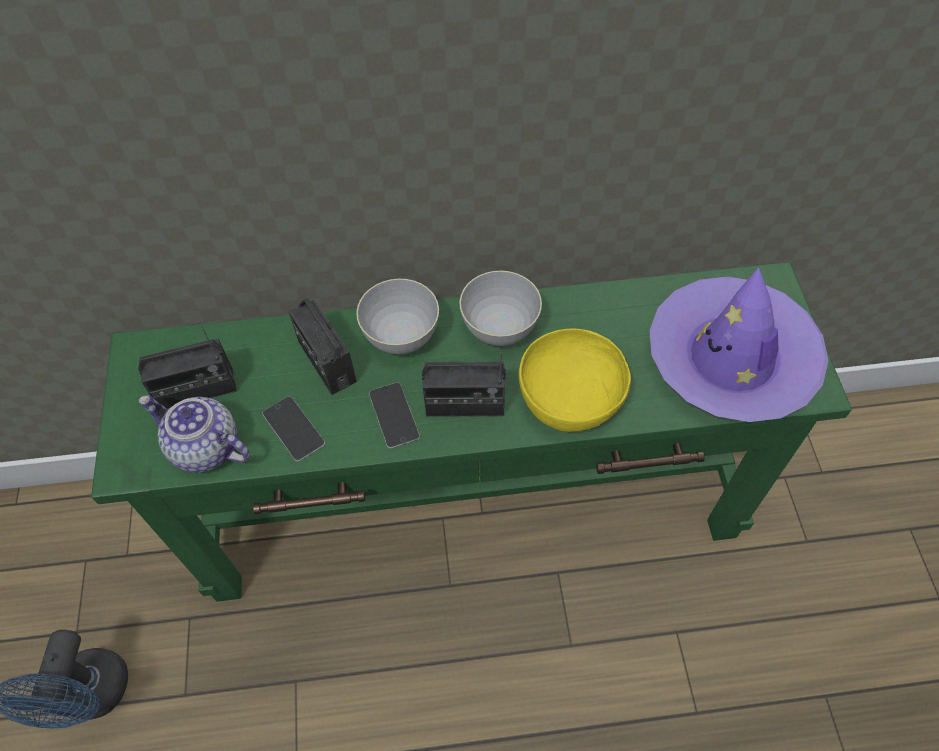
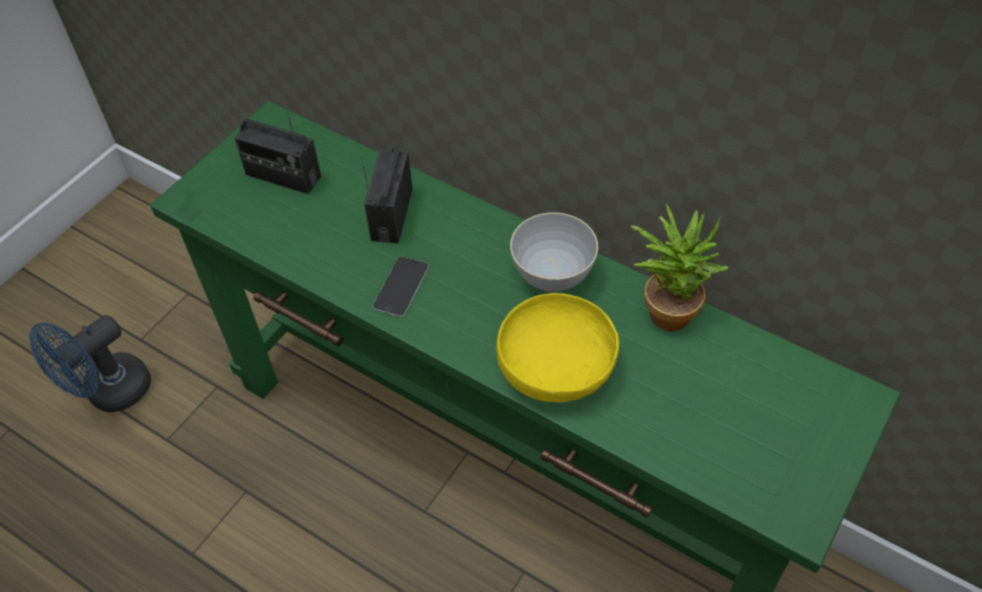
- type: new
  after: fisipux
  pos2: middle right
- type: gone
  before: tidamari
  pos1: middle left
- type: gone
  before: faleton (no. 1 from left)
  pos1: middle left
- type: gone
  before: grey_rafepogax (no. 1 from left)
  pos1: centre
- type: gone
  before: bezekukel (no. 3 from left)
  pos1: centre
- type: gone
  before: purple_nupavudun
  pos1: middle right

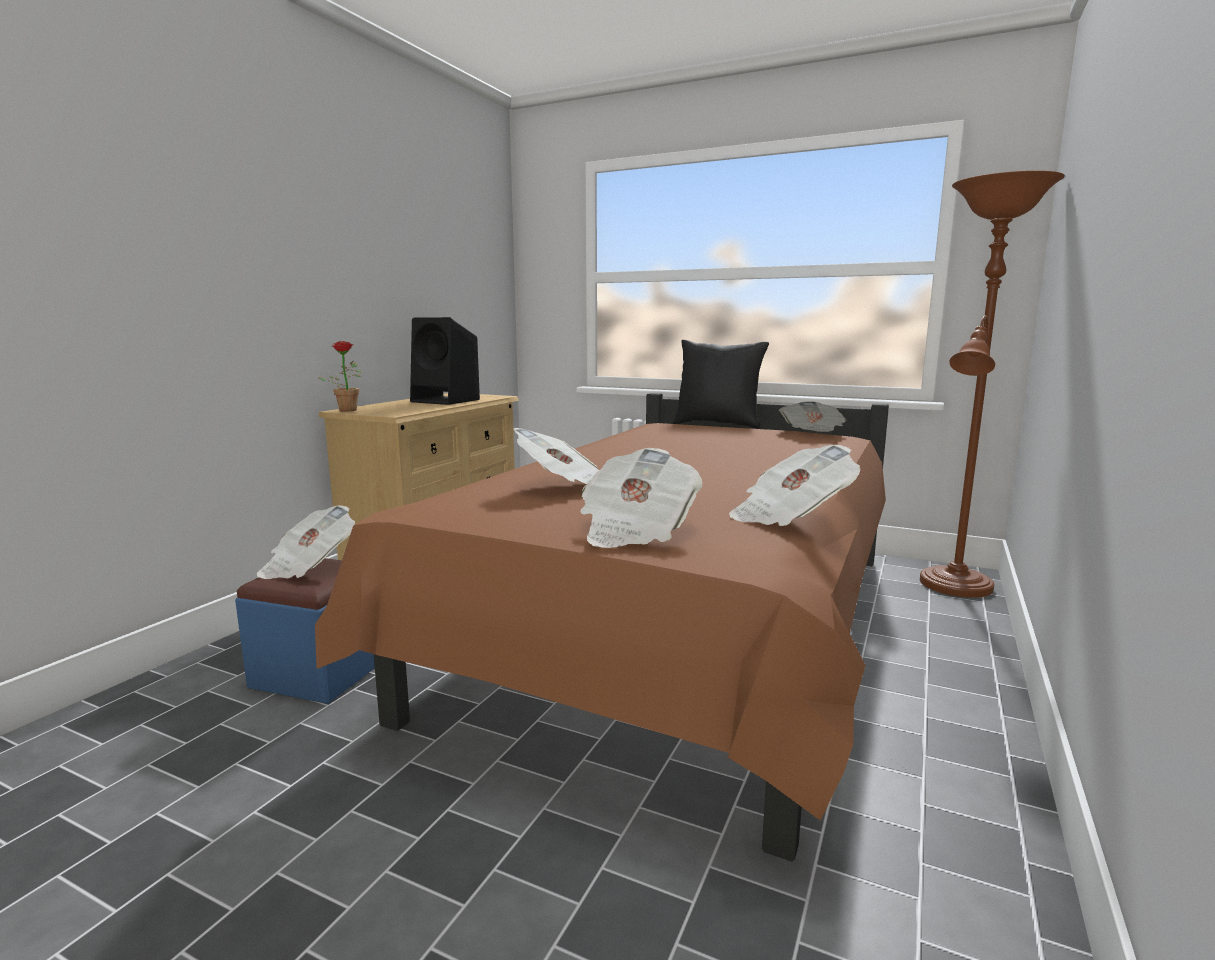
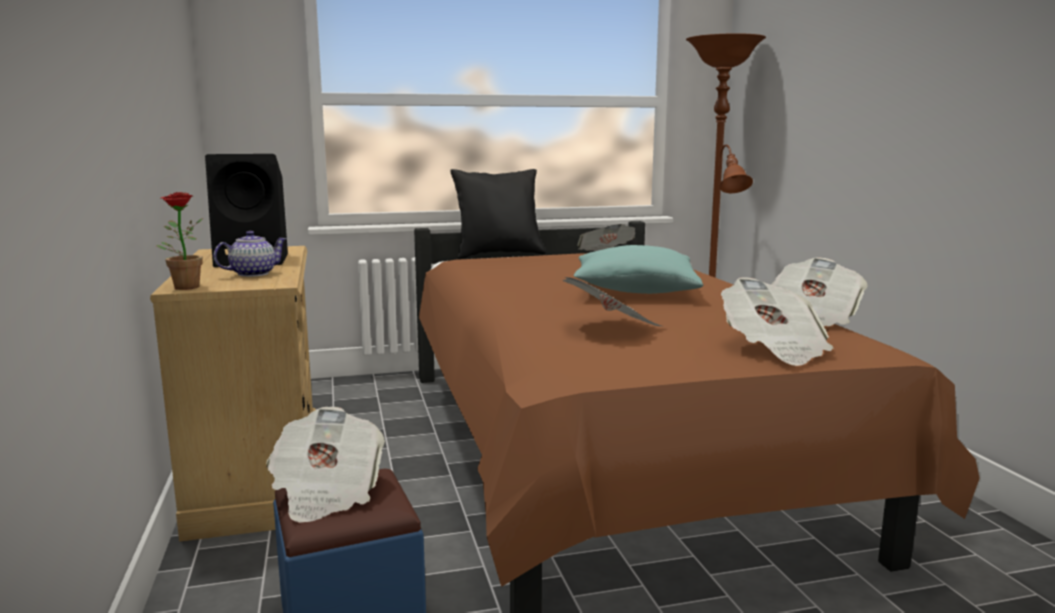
- type: new
  after: tidamari
  pos2: middle left
- type: new
  after: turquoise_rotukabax
  pos2: centre

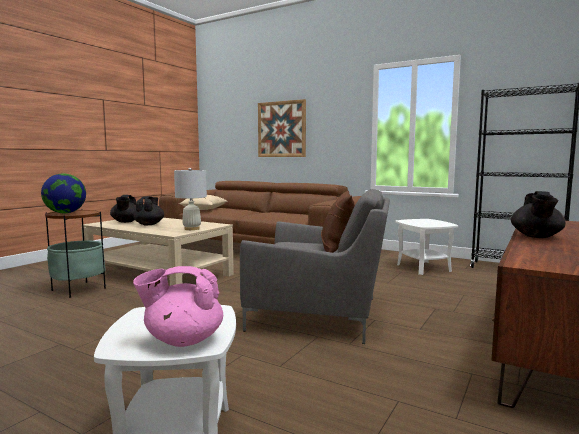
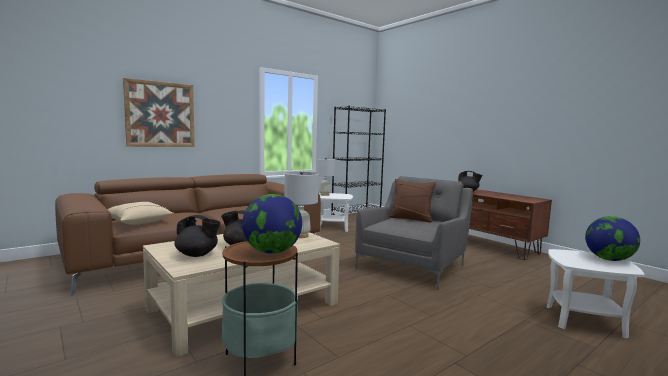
- type: new
  after: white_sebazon (no. 2 from left)
  pos2: centre
- type: swapped
  before: pink_tidamari
  after: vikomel (no. 2 from left)
  pos1: bottom left
  pos2: middle right

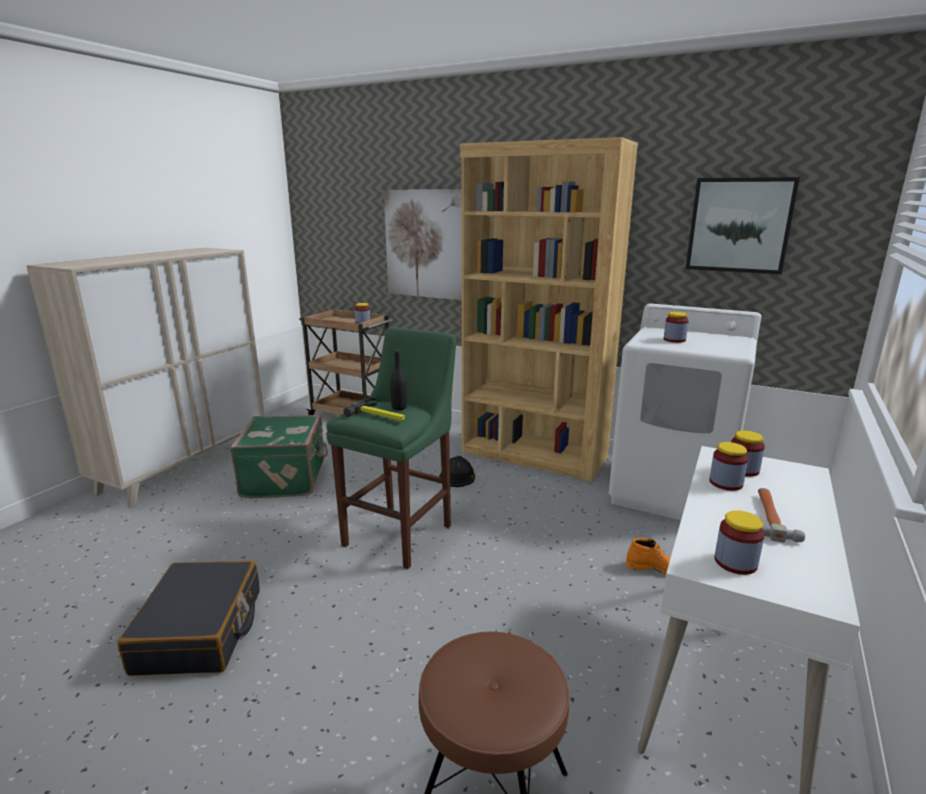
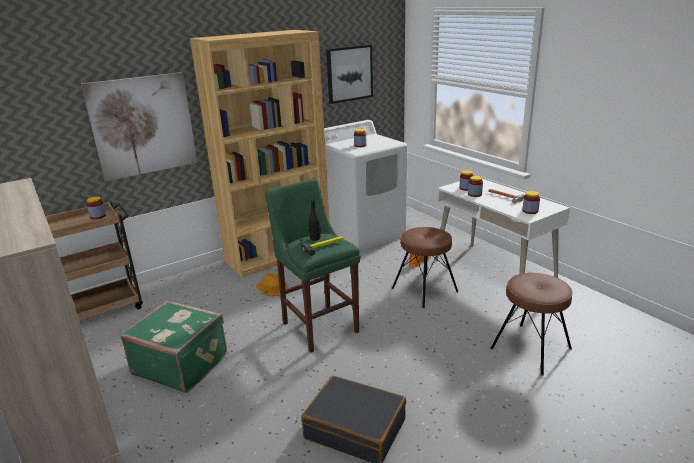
- type: repainted
  before: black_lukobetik
  after: orange_lukobetik
  pos1: centre
  pos2: centre
- type: new
  after: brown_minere (no. 1 from left)
  pos2: centre

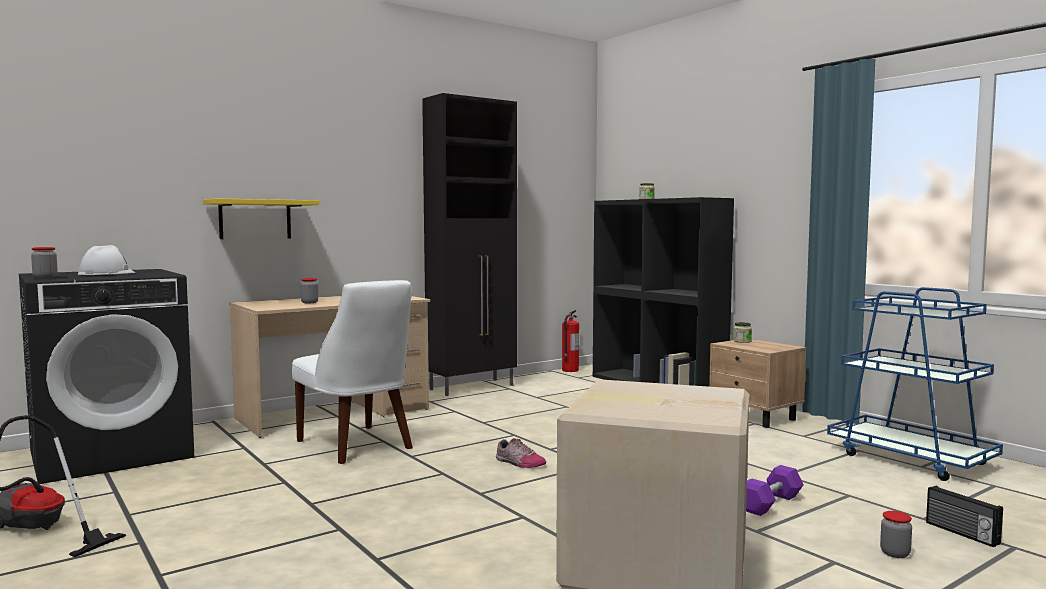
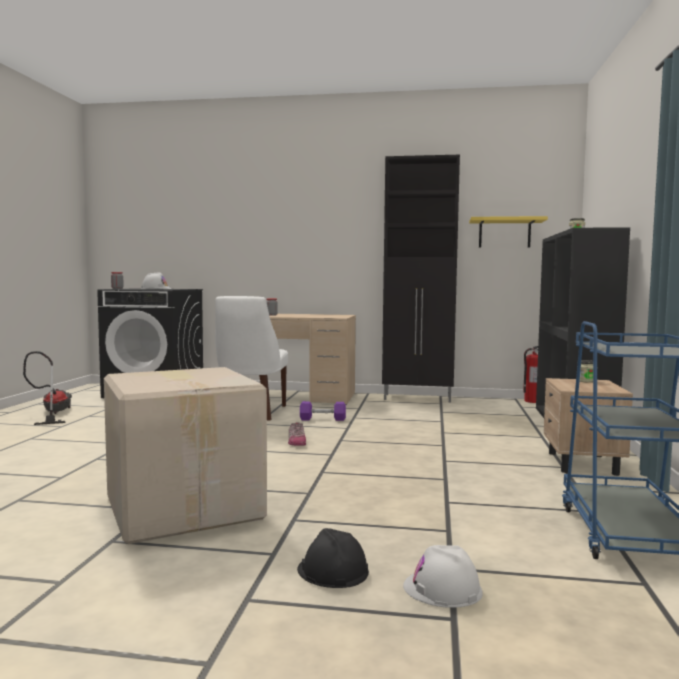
- type: swapped
  before: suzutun (no. 5 from left)
  after: black_lukobetik
  pos1: bottom right
  pos2: bottom centre
- type: shifted
  before: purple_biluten
  pos1: bottom right
  pos2: centre
- type: swapped
  before: bezekukel
  after: white_lukobetik (no. 2 from left)
  pos1: bottom right
  pos2: bottom centre
- type: shifted
  before: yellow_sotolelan
  pos1: middle left
  pos2: middle right

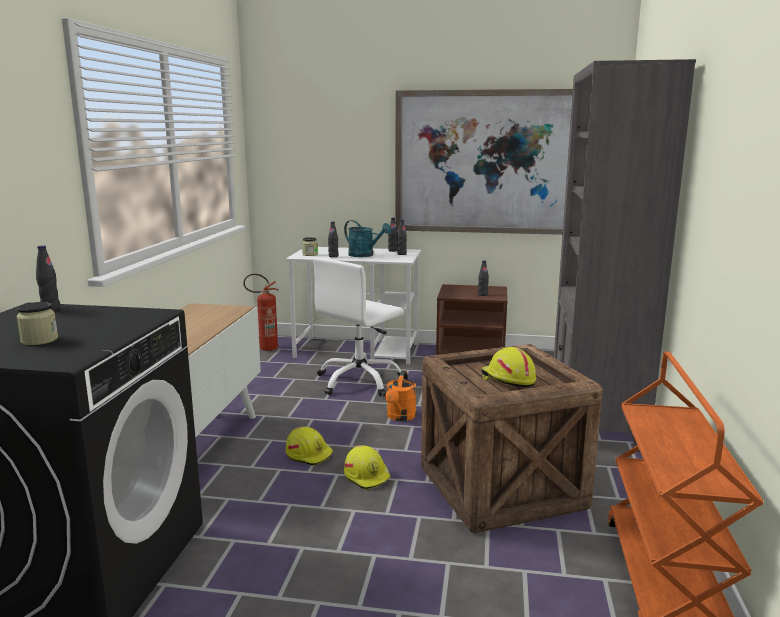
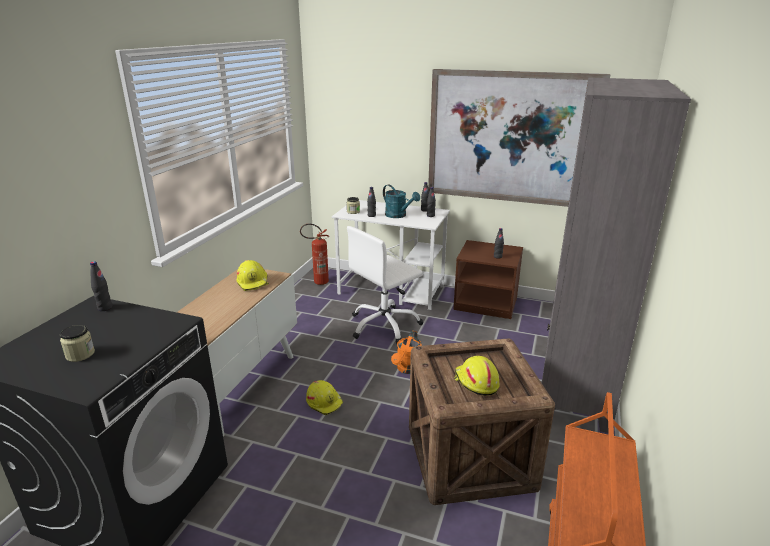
- type: shifted
  before: yellow_lukobetik (no. 2 from left in the first image)
  after: yellow_lukobetik (no. 1 from left)
  pos1: bottom centre
  pos2: middle left

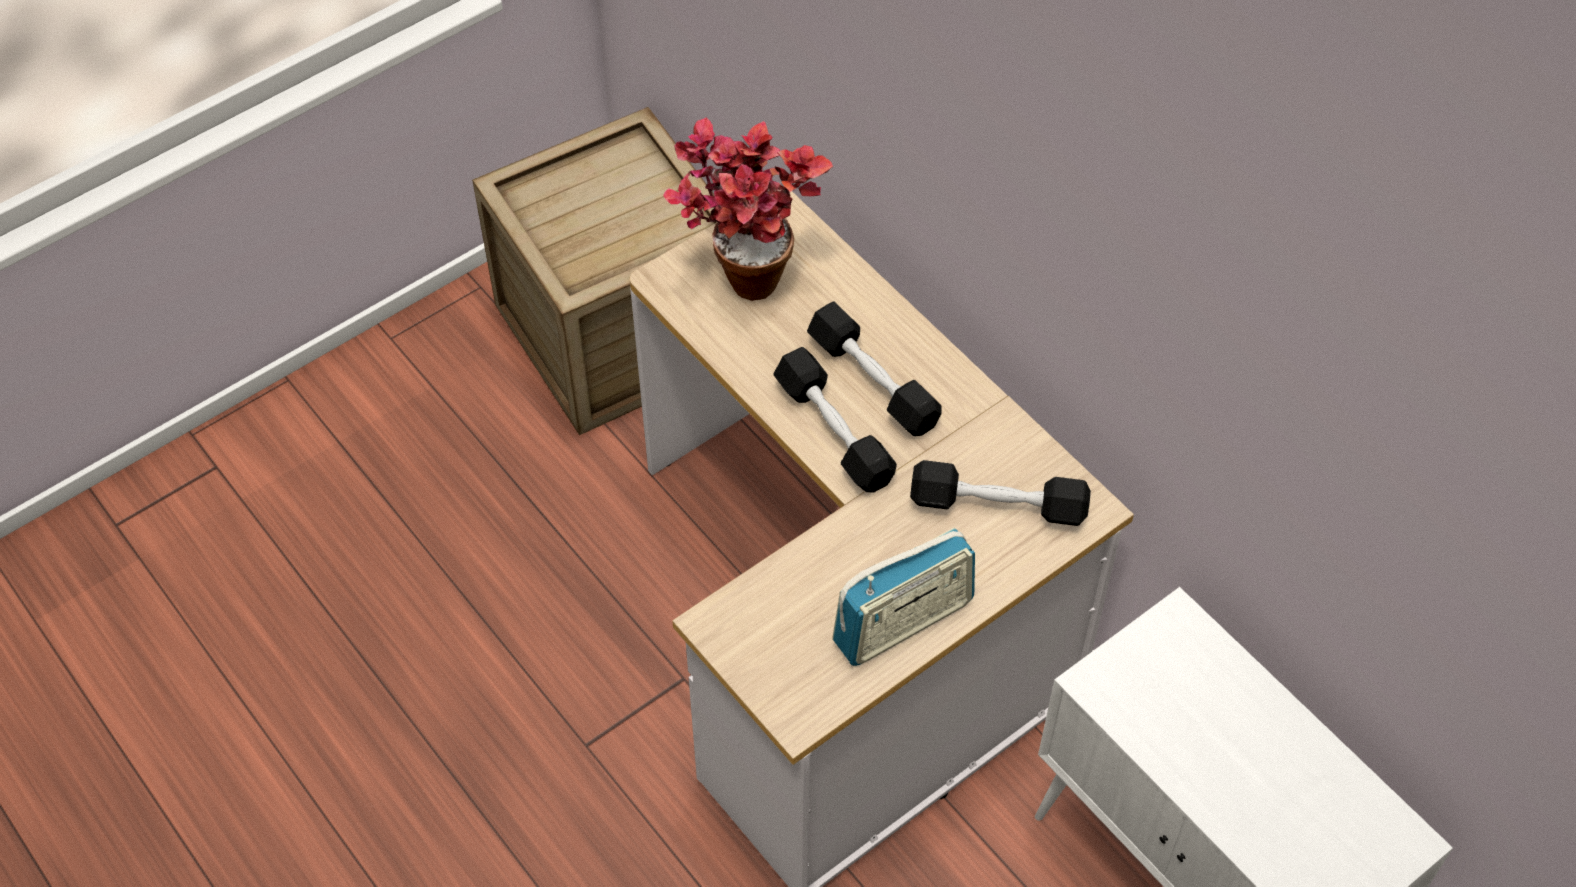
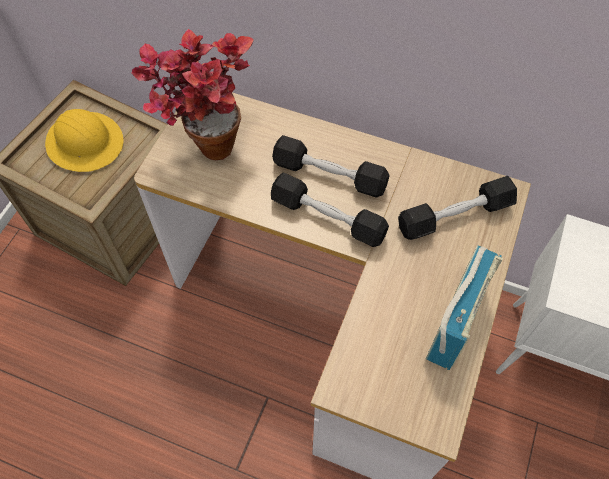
- type: new
  after: yellow_lukobetik
  pos2: top left

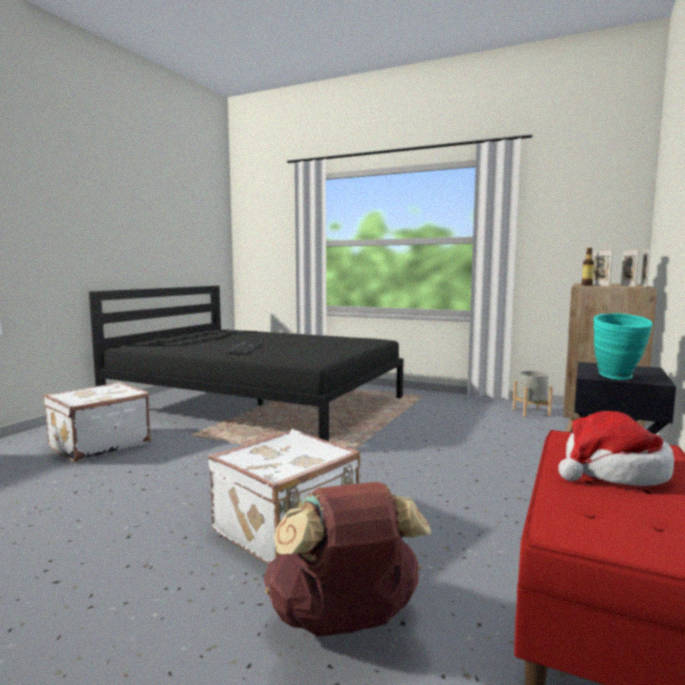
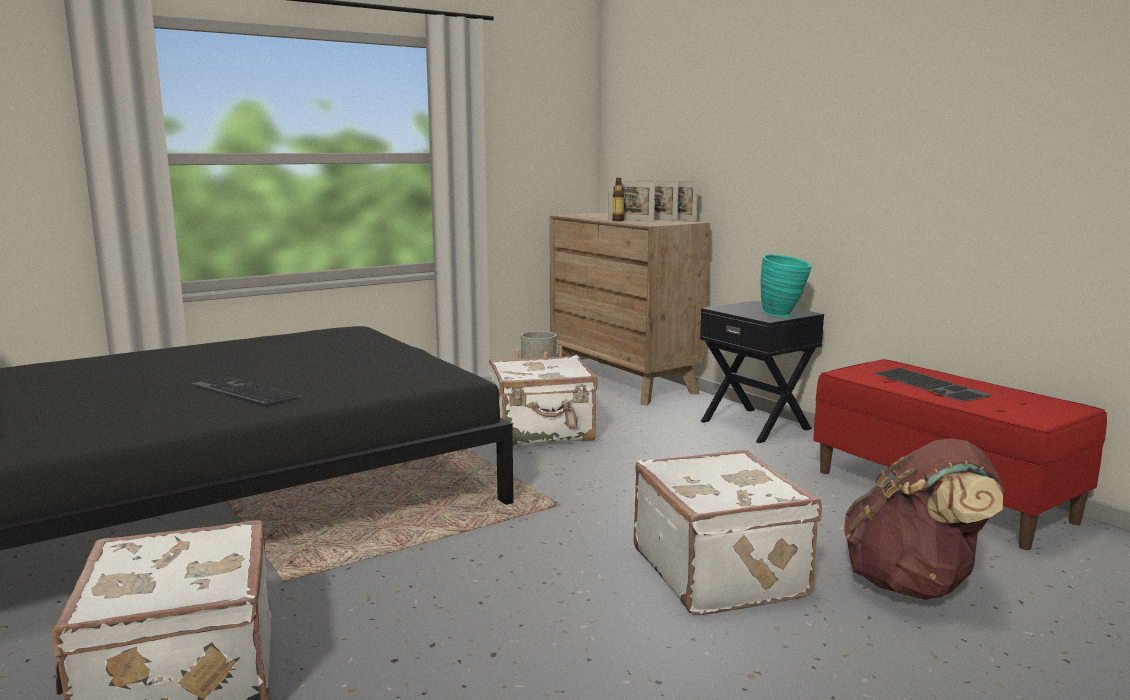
- type: new
  after: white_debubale (no. 2 from left)
  pos2: centre
- type: swapped
  before: nupavudun
  after: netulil (no. 2 from left)
  pos1: middle right
  pos2: middle right

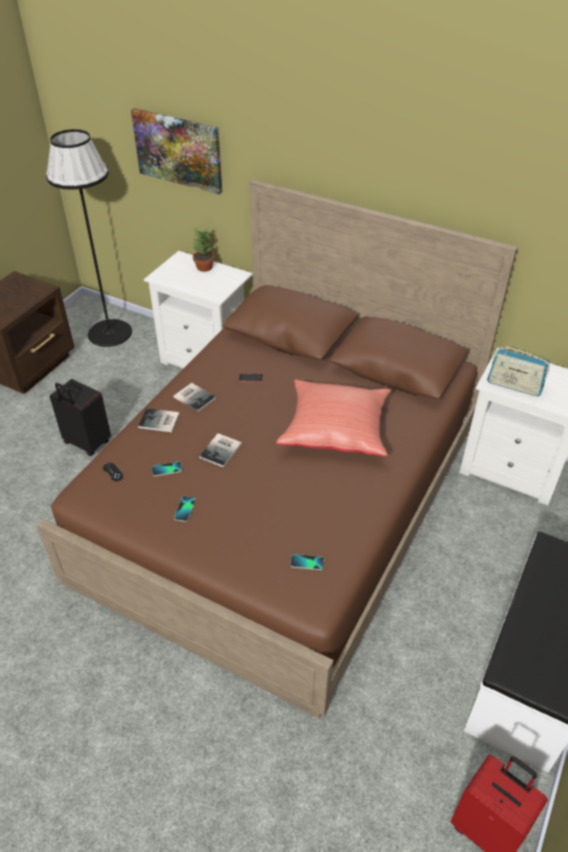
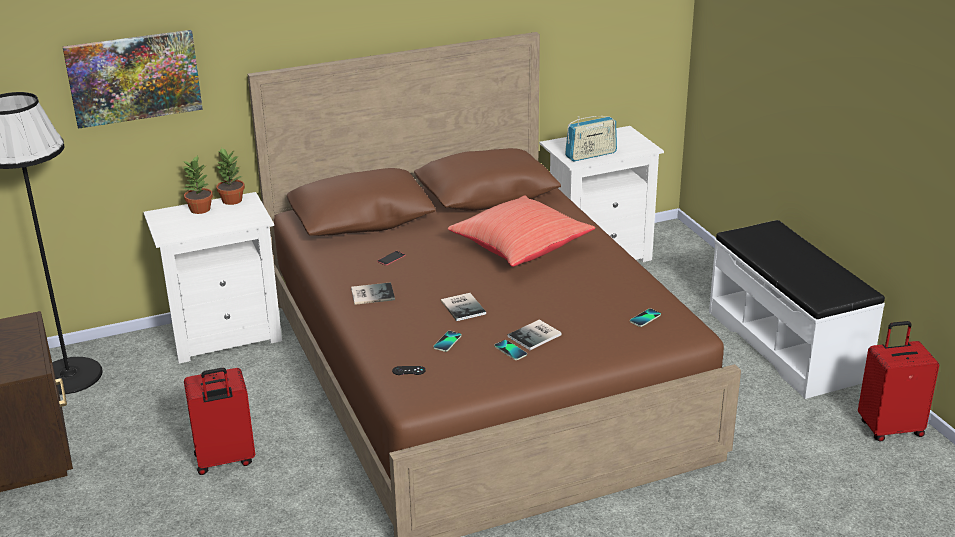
- type: repainted
  before: black_debubale
  after: red_debubale (no. 1 from left)
  pos1: middle left
  pos2: bottom left
- type: new
  after: fisipux (no. 2 from left)
  pos2: top left
- type: shifted
  before: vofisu (no. 1 from left in the first image)
  after: vofisu (no. 3 from left)
  pos1: middle left
  pos2: centre

